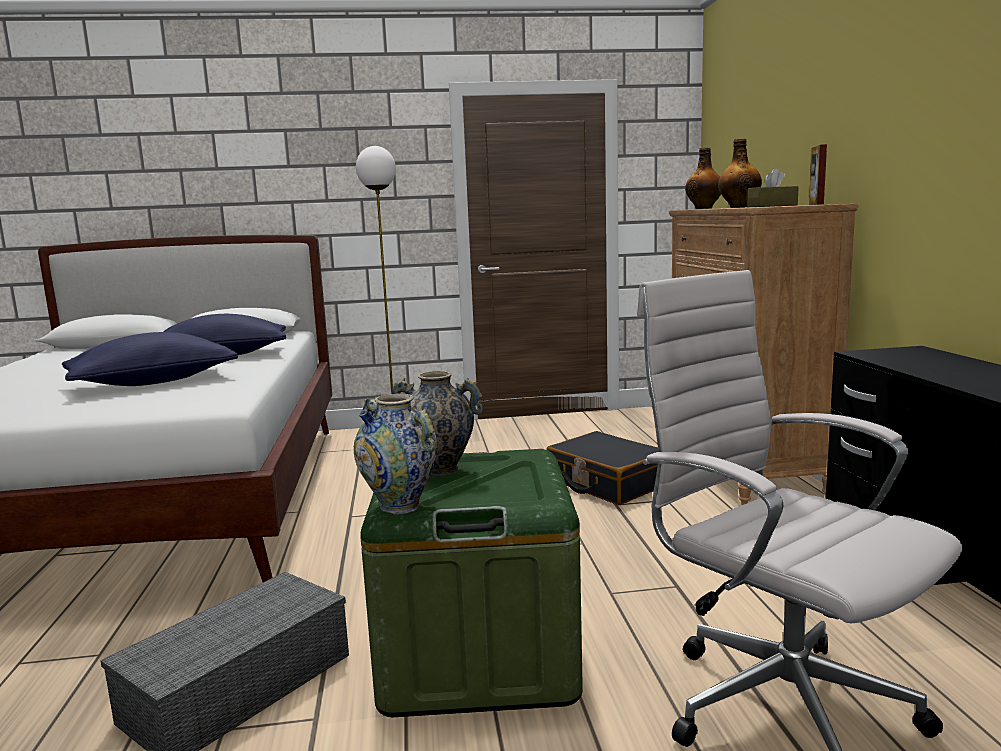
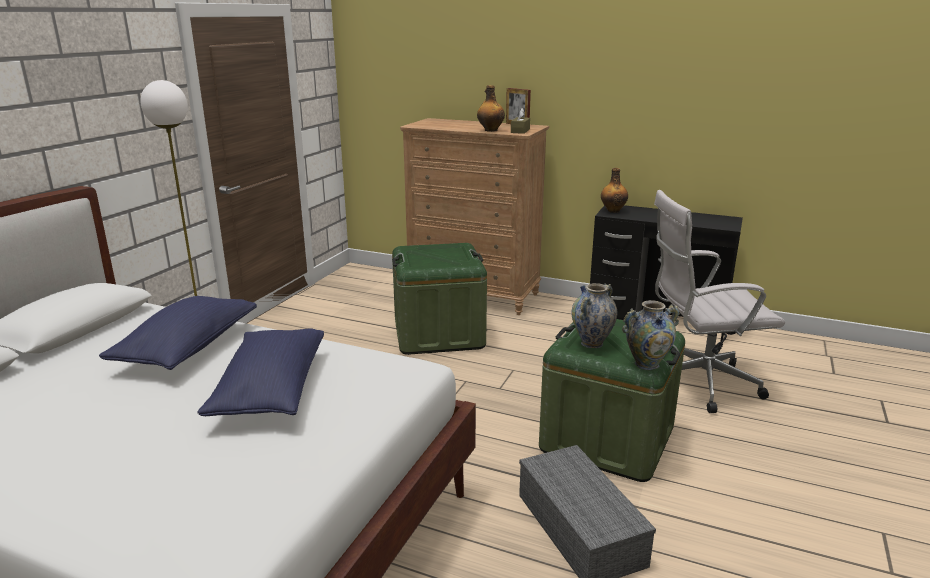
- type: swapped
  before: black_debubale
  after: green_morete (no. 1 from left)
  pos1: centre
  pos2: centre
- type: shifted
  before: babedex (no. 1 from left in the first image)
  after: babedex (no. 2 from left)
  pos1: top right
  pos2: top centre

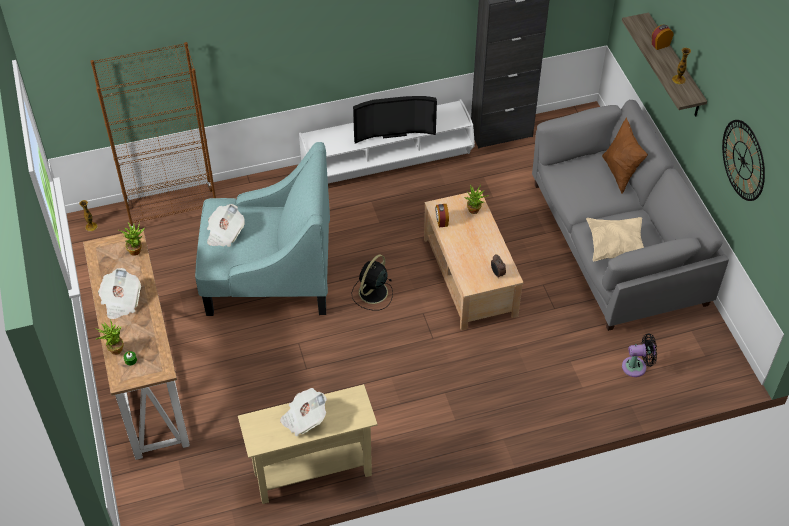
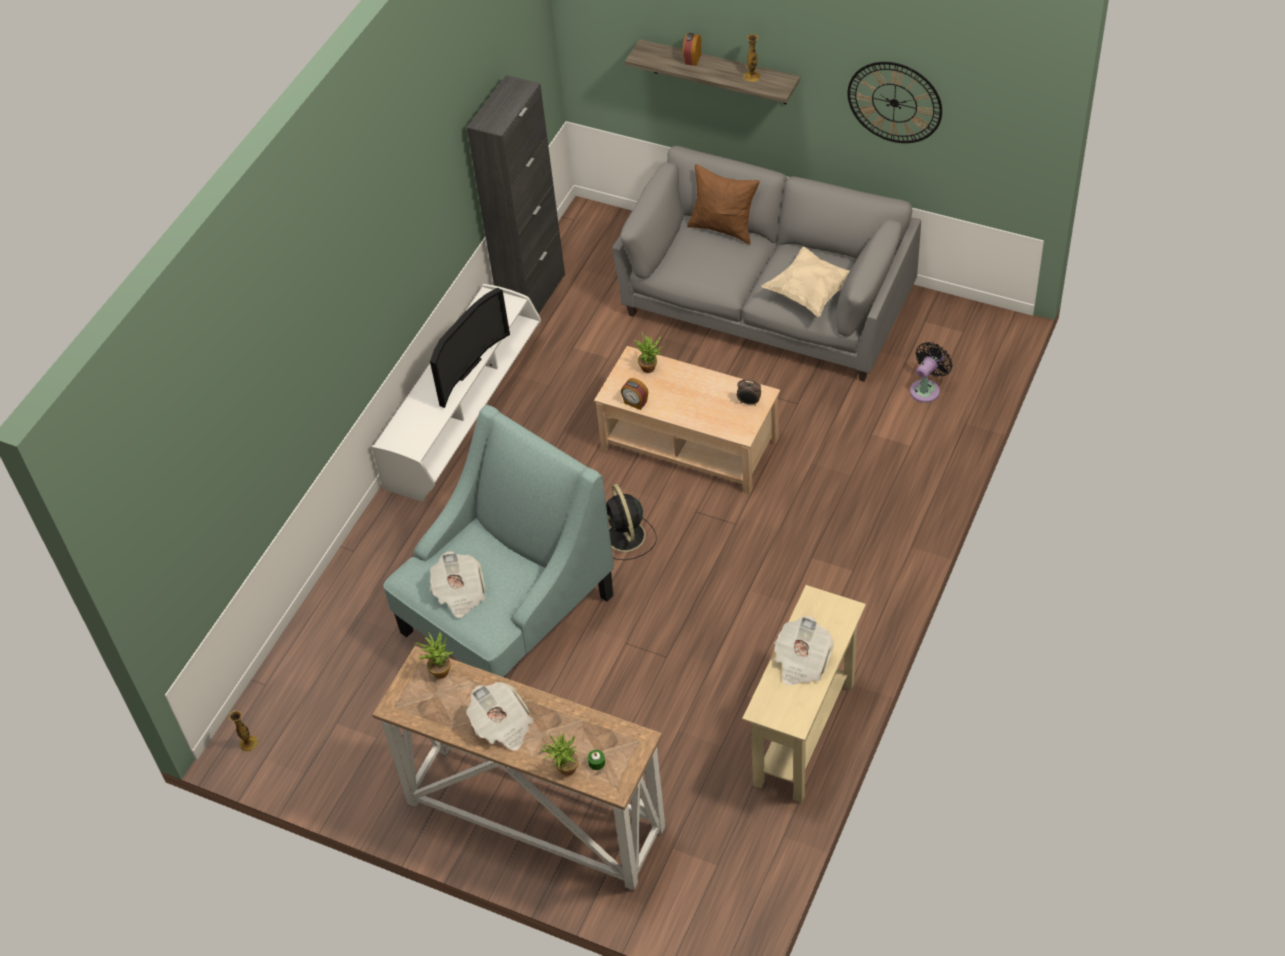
- type: gone
  before: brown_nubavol
  pos1: top left

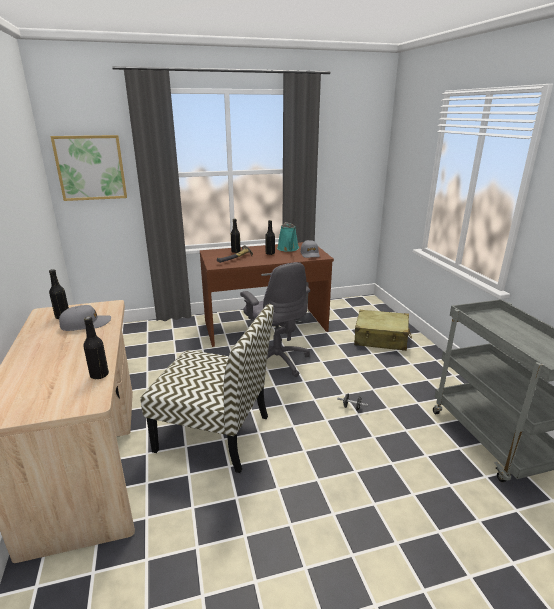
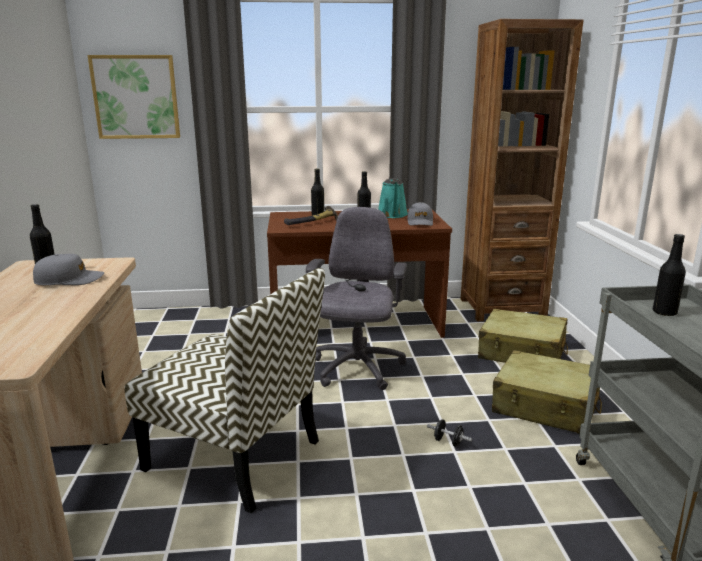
- type: rotated
  before: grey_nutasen
  pos1: centre
  pos2: centre
  turn: -150
- type: new
  after: brown_nubavol
  pos2: top right
- type: new
  after: beige_debubale (no. 2 from left)
  pos2: bottom right
- type: shifted
  before: black_babedex (no. 2 from left in the first image)
  after: black_babedex (no. 4 from left)
  pos1: middle left
  pos2: middle right

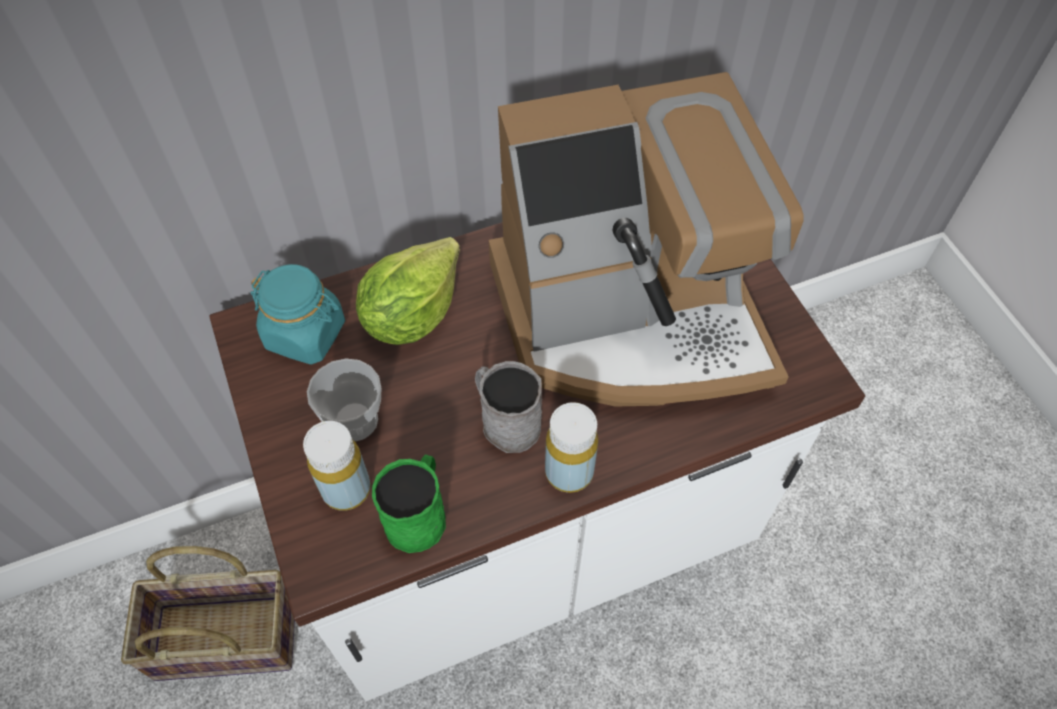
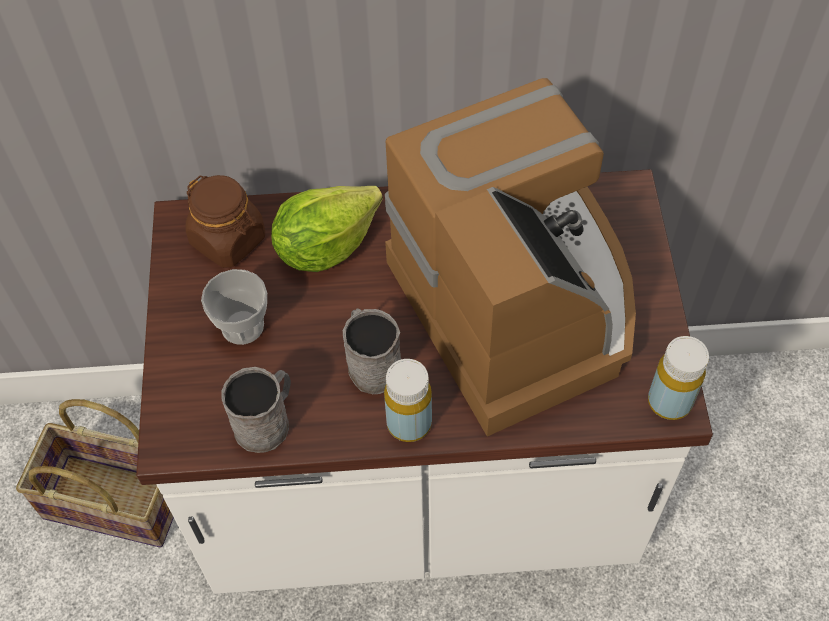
- type: repainted
  before: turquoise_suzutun
  after: brown_suzutun
  pos1: middle left
  pos2: middle left
- type: repainted
  before: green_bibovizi
  after: grey_bibovizi (no. 1 from left)
  pos1: bottom centre
  pos2: middle left
- type: rotated
  before: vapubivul
  pos1: centre
  pos2: centre
  turn: -120
- type: shifted
  before: yellow_babedex (no. 1 from left in the first image)
  after: yellow_babedex (no. 2 from left)
  pos1: middle left
  pos2: middle right

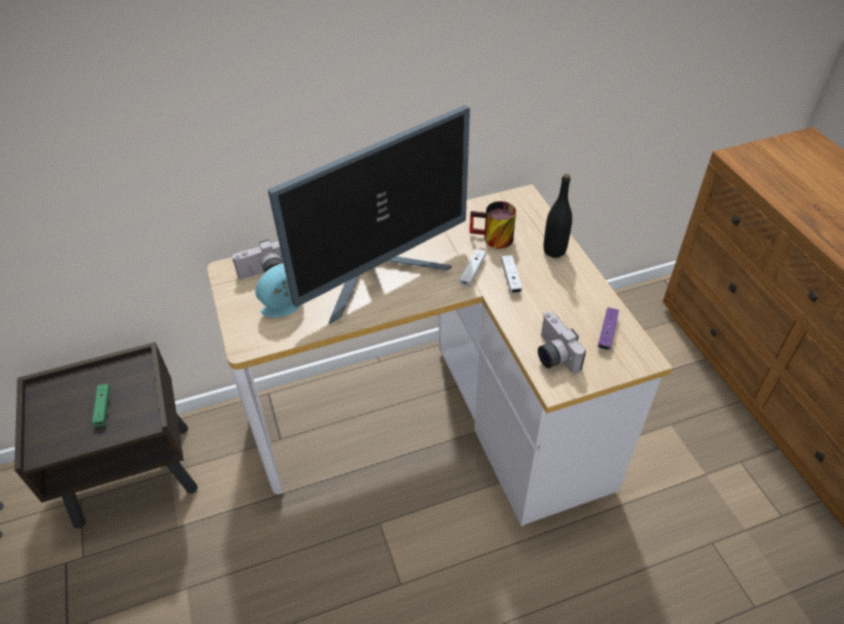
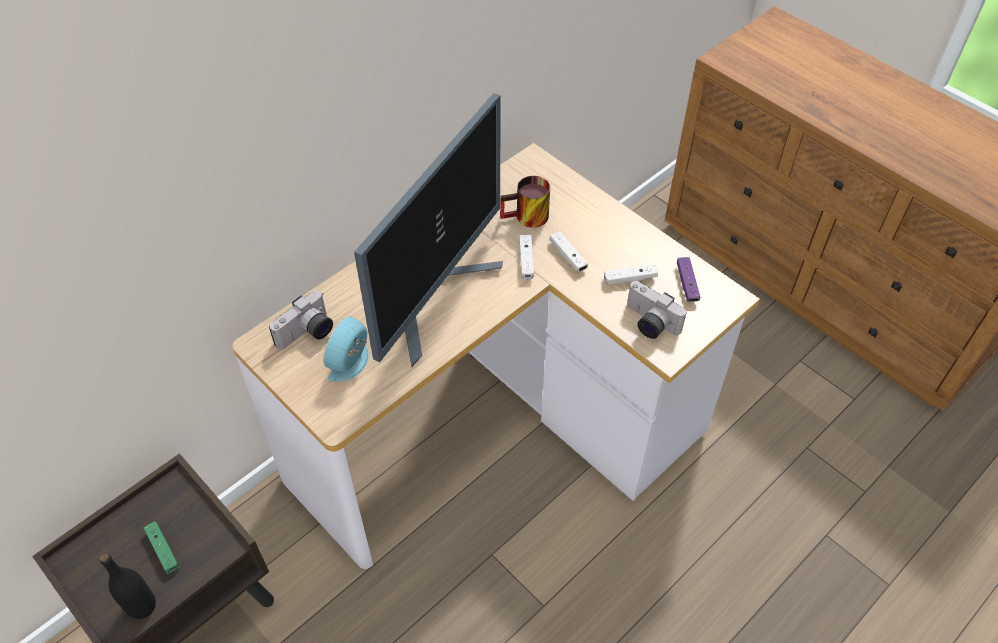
- type: shifted
  before: black_babedex
  pos1: centre
  pos2: bottom left
- type: new
  after: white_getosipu (no. 3 from left)
  pos2: centre

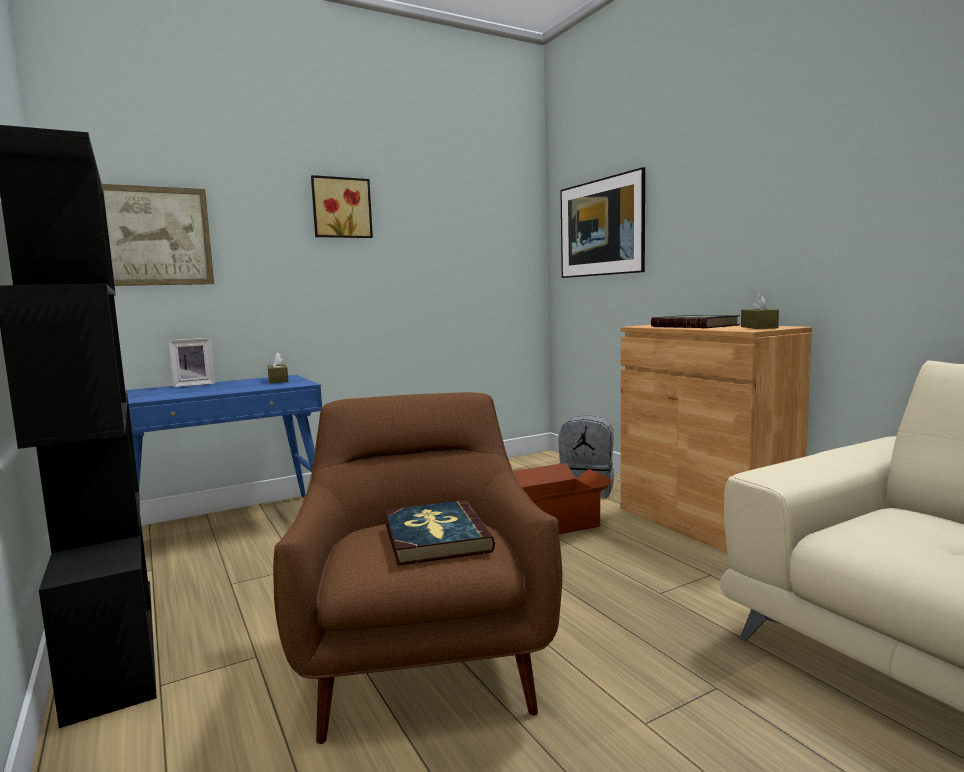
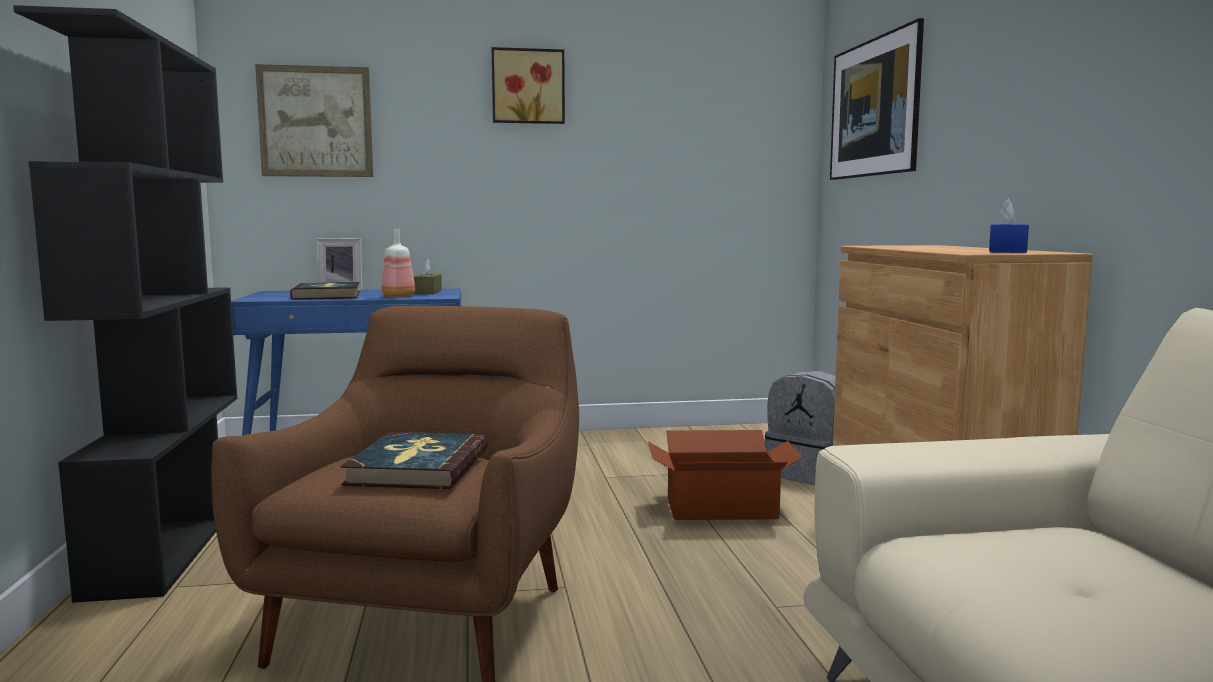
- type: shifted
  before: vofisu (no. 2 from left in the first image)
  after: vofisu (no. 1 from left)
  pos1: middle right
  pos2: middle left
- type: new
  after: babedex
  pos2: middle left
- type: repainted
  before: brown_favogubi (no. 2 from left)
  after: blue_favogubi
  pos1: middle right
  pos2: top right

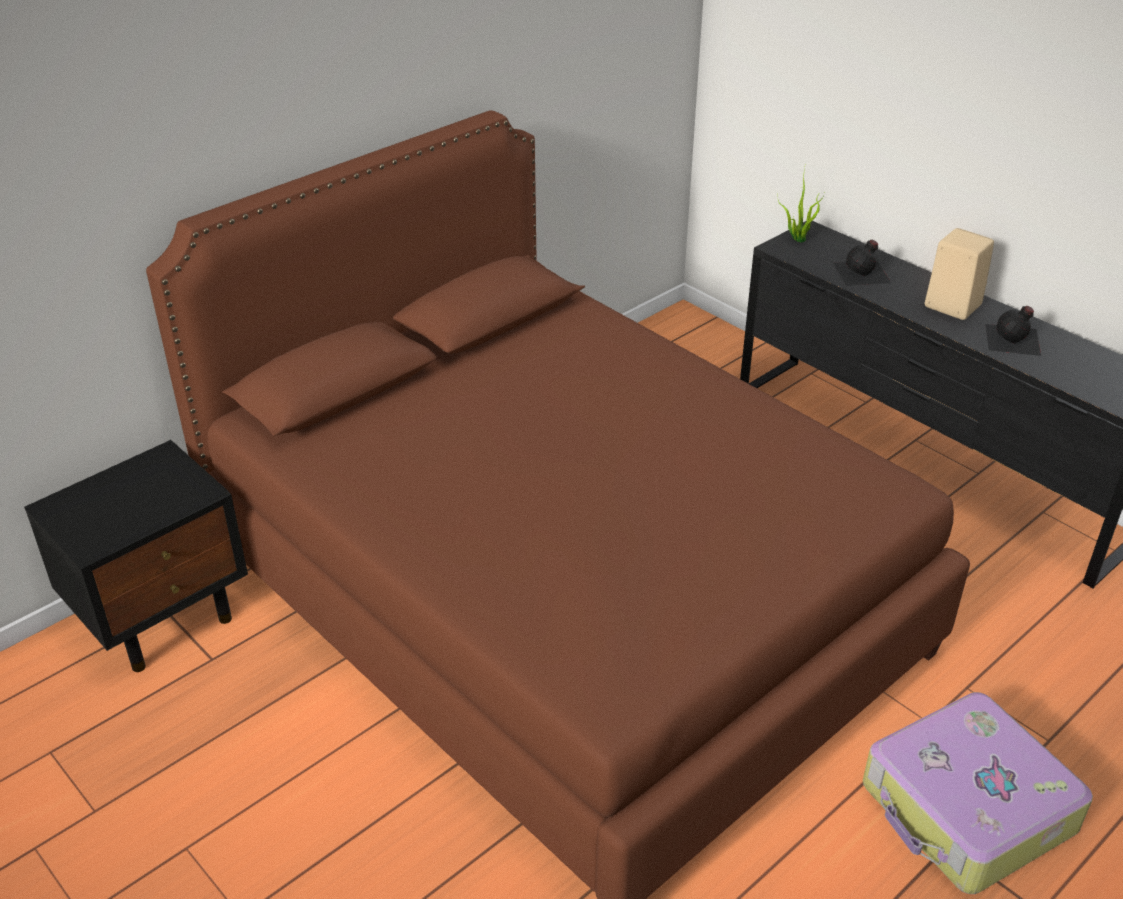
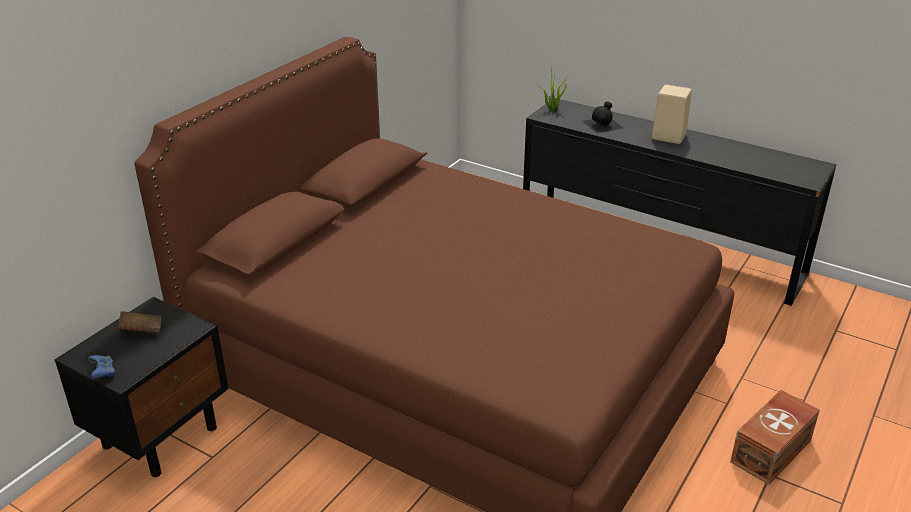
- type: new
  after: blue_getosipu
  pos2: bottom left
- type: new
  after: brown_vofisu
  pos2: middle left
- type: swapped
  before: debubale
  after: brown_morete
  pos1: bottom right
  pos2: bottom right
- type: gone
  before: black_babedex (no. 2 from left)
  pos1: middle right

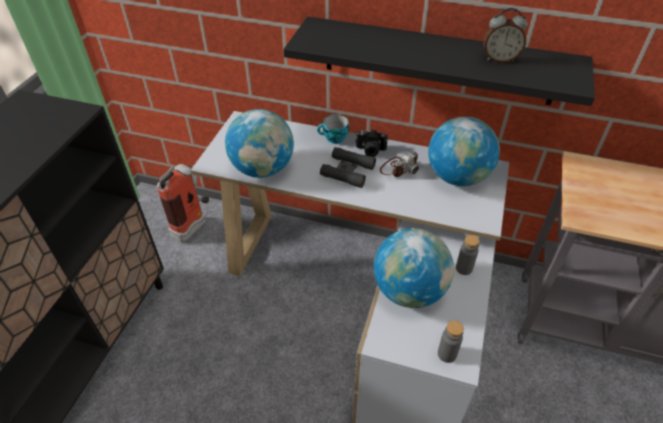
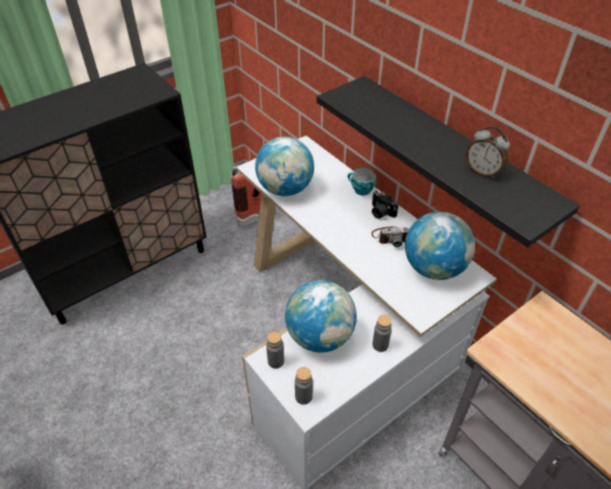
- type: new
  after: grey_babedex (no. 1 from left)
  pos2: bottom centre
- type: gone
  before: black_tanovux
  pos1: centre

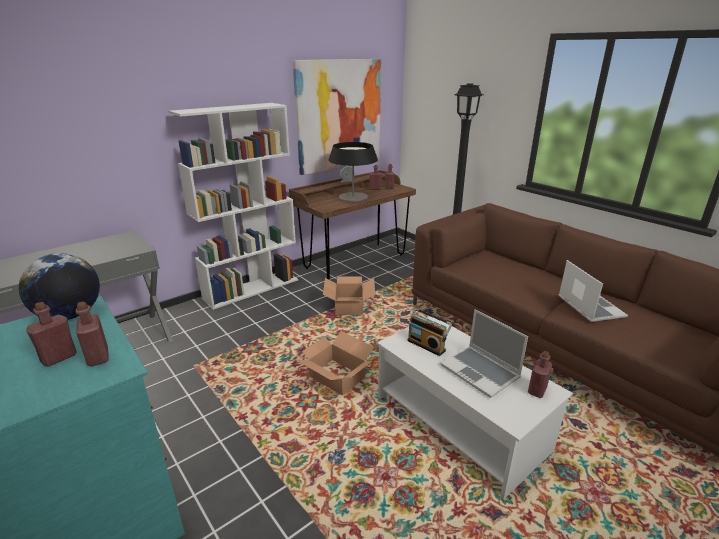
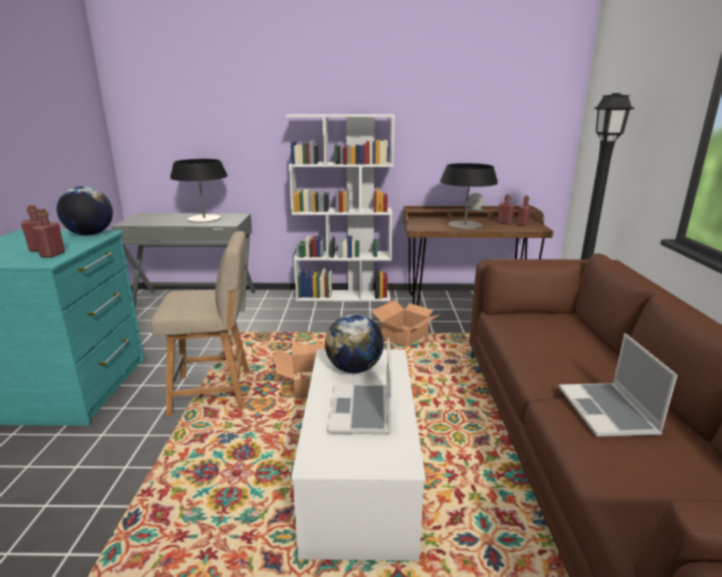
- type: new
  after: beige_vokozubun
  pos2: middle left
- type: new
  after: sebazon (no. 1 from left)
  pos2: top left
- type: swapped
  before: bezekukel
  after: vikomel (no. 2 from left)
  pos1: centre
  pos2: centre
- type: rotated
  before: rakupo (no. 2 from left)
  pos1: middle right
  pos2: bottom right
  turn: 150
- type: gone
  before: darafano
  pos1: top centre
- type: gone
  before: red_babedex (no. 5 from left)
  pos1: bottom right

